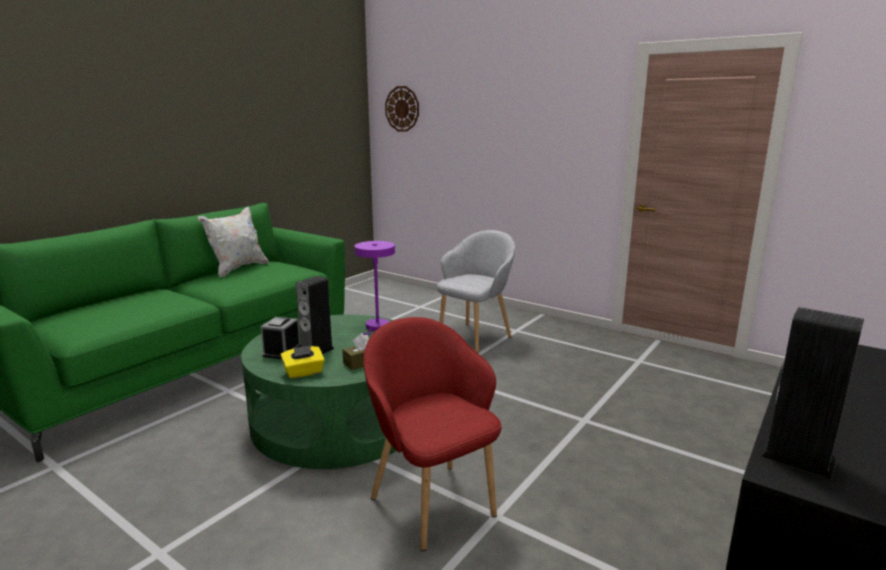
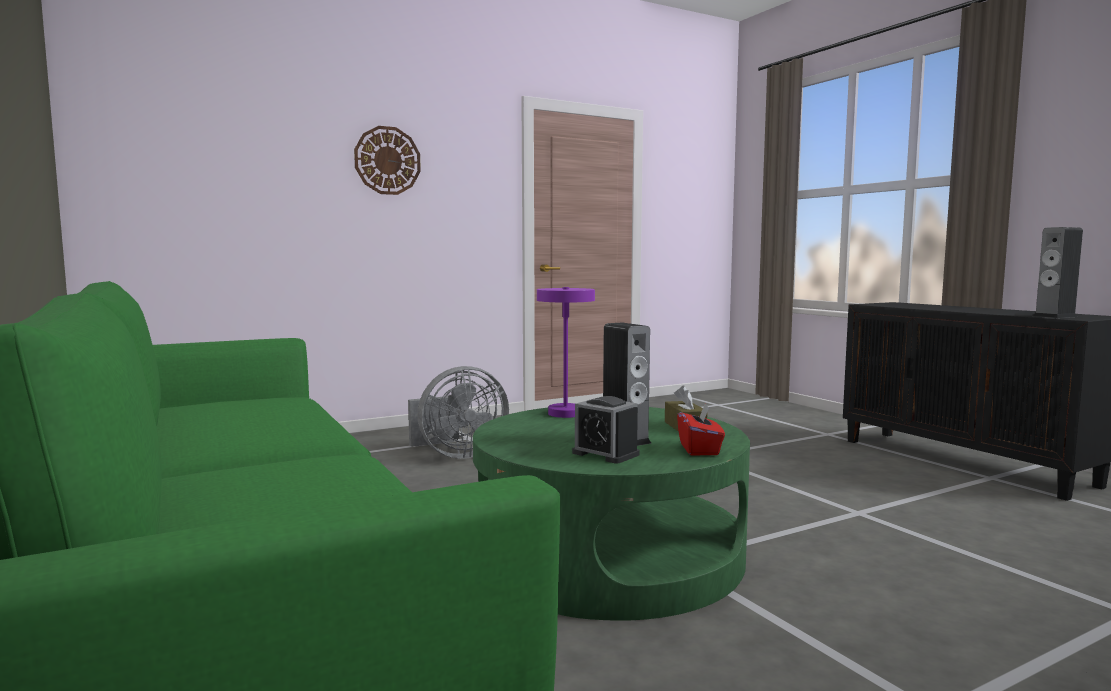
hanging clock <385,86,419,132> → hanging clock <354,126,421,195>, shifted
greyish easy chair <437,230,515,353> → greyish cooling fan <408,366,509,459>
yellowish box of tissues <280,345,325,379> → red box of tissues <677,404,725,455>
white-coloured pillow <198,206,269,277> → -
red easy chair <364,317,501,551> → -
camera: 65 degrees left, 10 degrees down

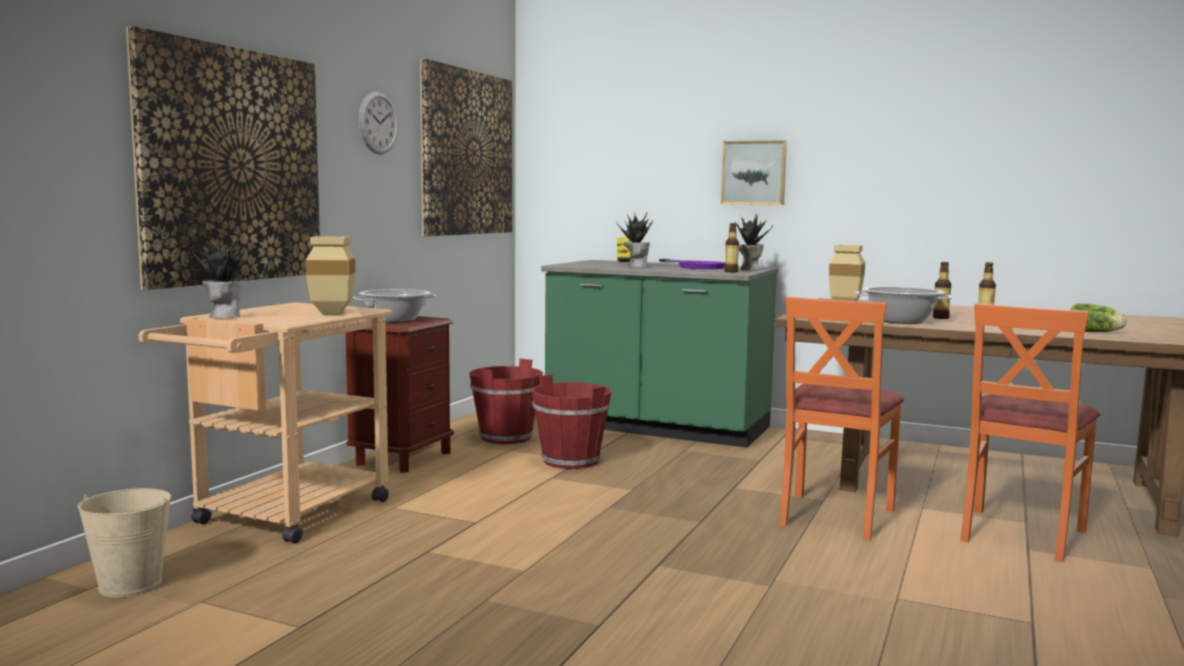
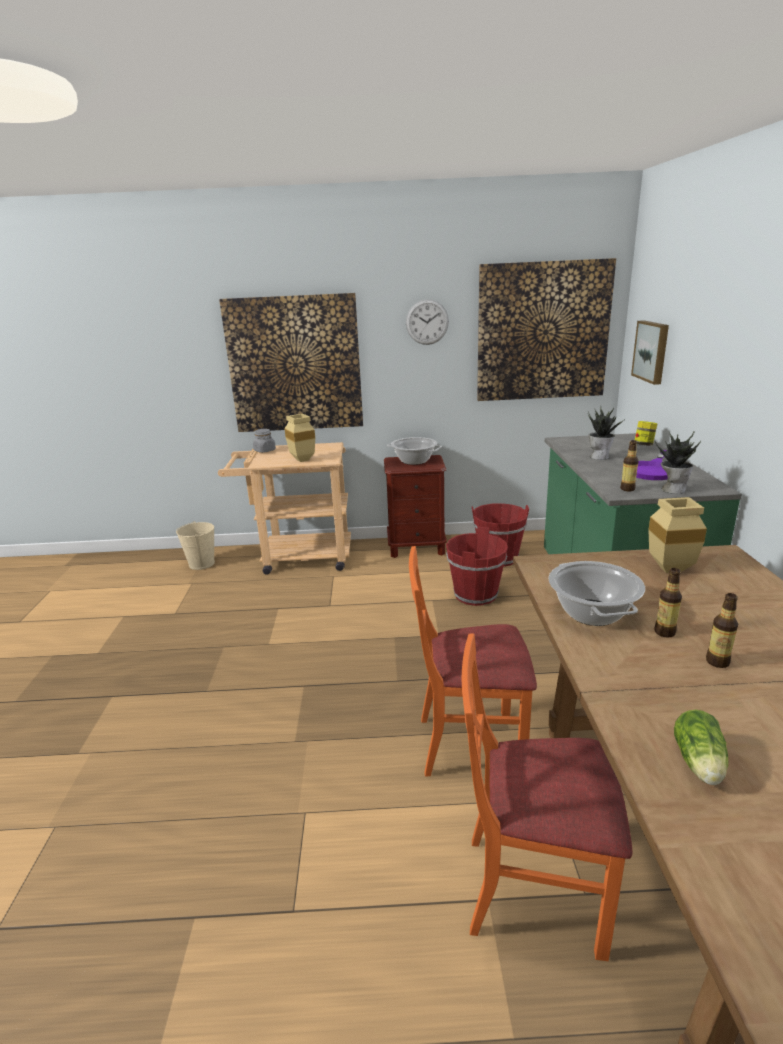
potted plant <192,236,250,318> → greyish preserve jar <253,429,276,453>
wall picture <721,140,787,205> → wall picture <631,320,669,385>, shifted
camera: 65 degrees right, 15 degrees up

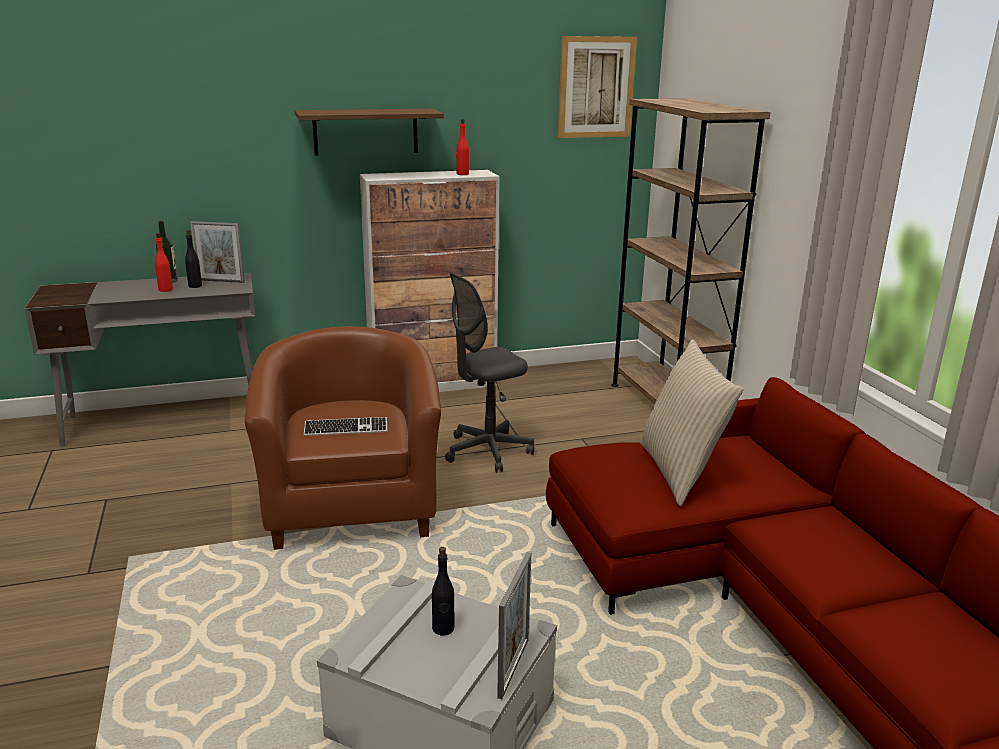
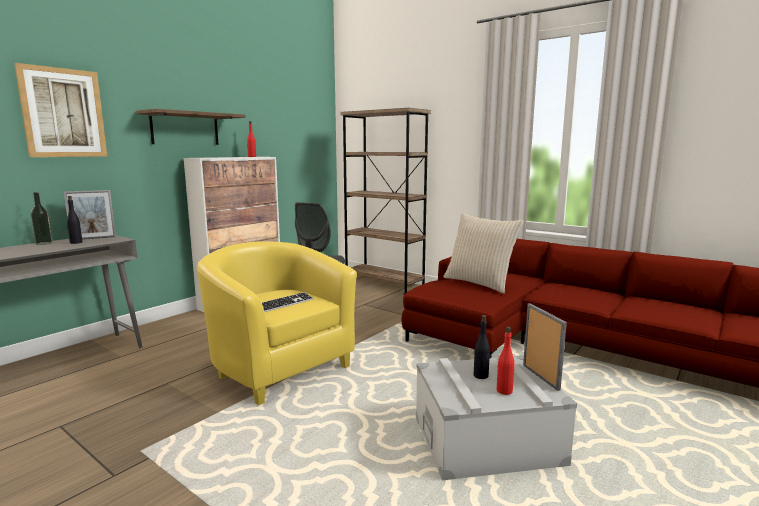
wall picture <558,36,637,138> → wall picture <14,63,107,157>, shifted
brownish easy chair <245,326,441,550> → yellowish easy chair <197,241,357,405>
red drink bottle <155,233,173,292> → red drink bottle <497,327,515,395>, shifted
camera: 35 degrees left, 10 degrees down

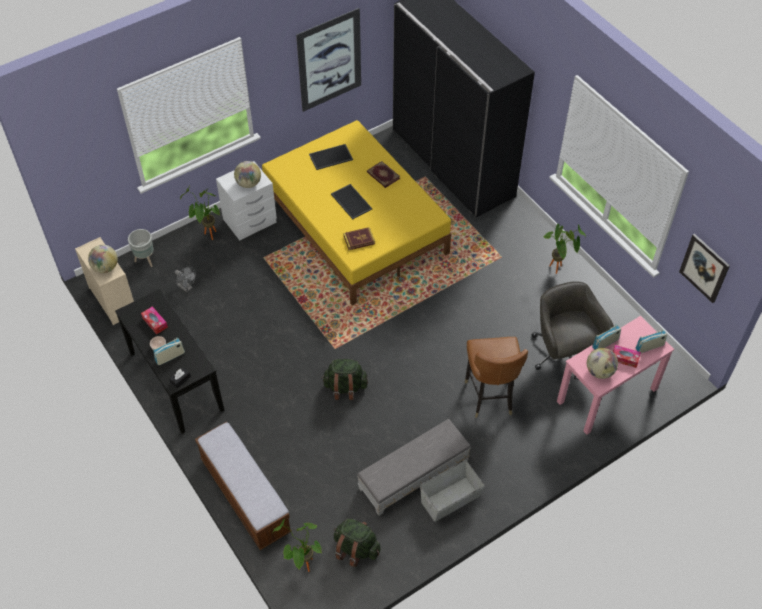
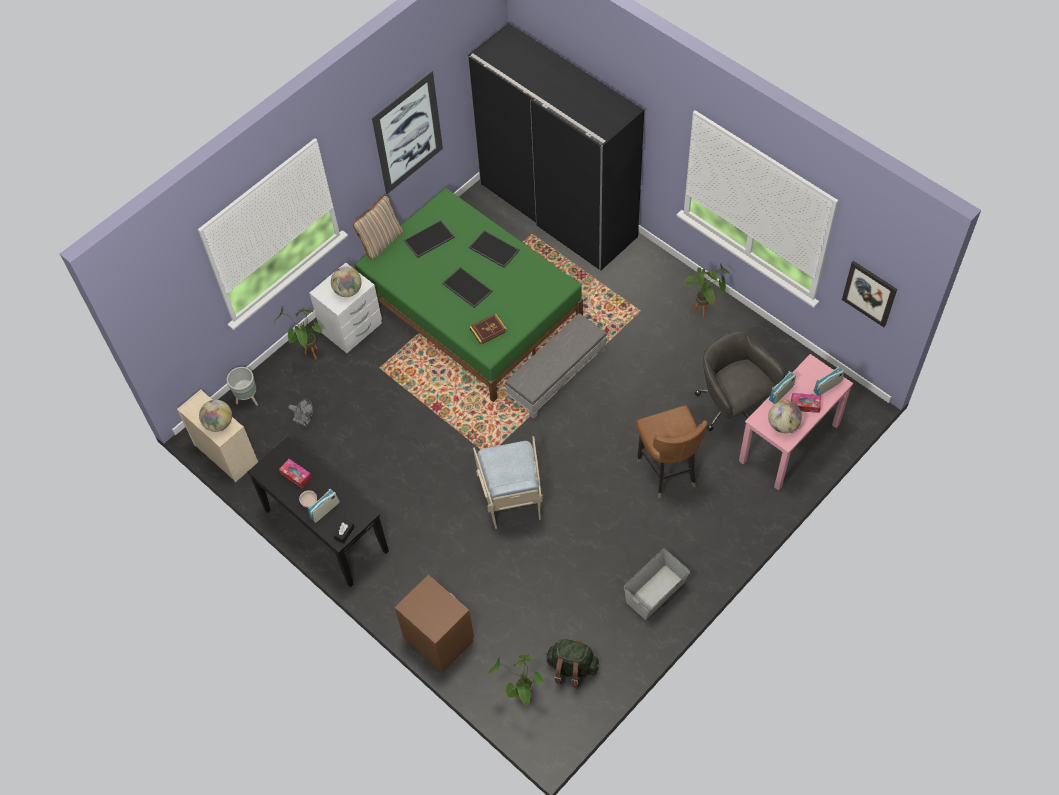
- → beige-coloured pillow <353,196,403,259>
yellowish sleeping bed <262,120,451,306> → greenish sleeping bed <354,188,583,402>
long seat <195,422,292,550> → brownish bedside table <395,575,474,673>
volume <367,161,400,188> → carrying tray <469,230,520,268>
greenish rucksack <322,359,368,400> → beige-coloured easy chair <473,436,543,529>
greyish footrest <357,419,471,516> → greyish footrest <505,313,607,419>, shifted
camera: 10 degrees left, 5 degrees up

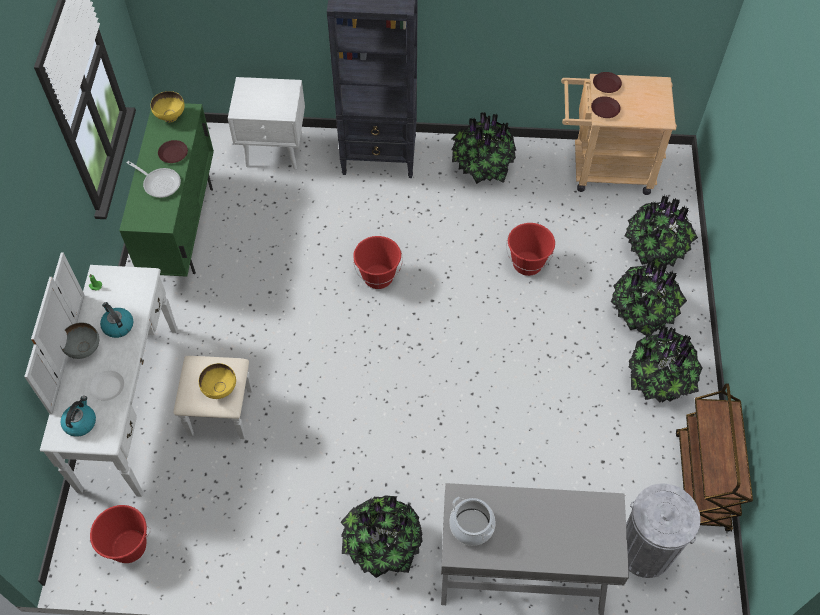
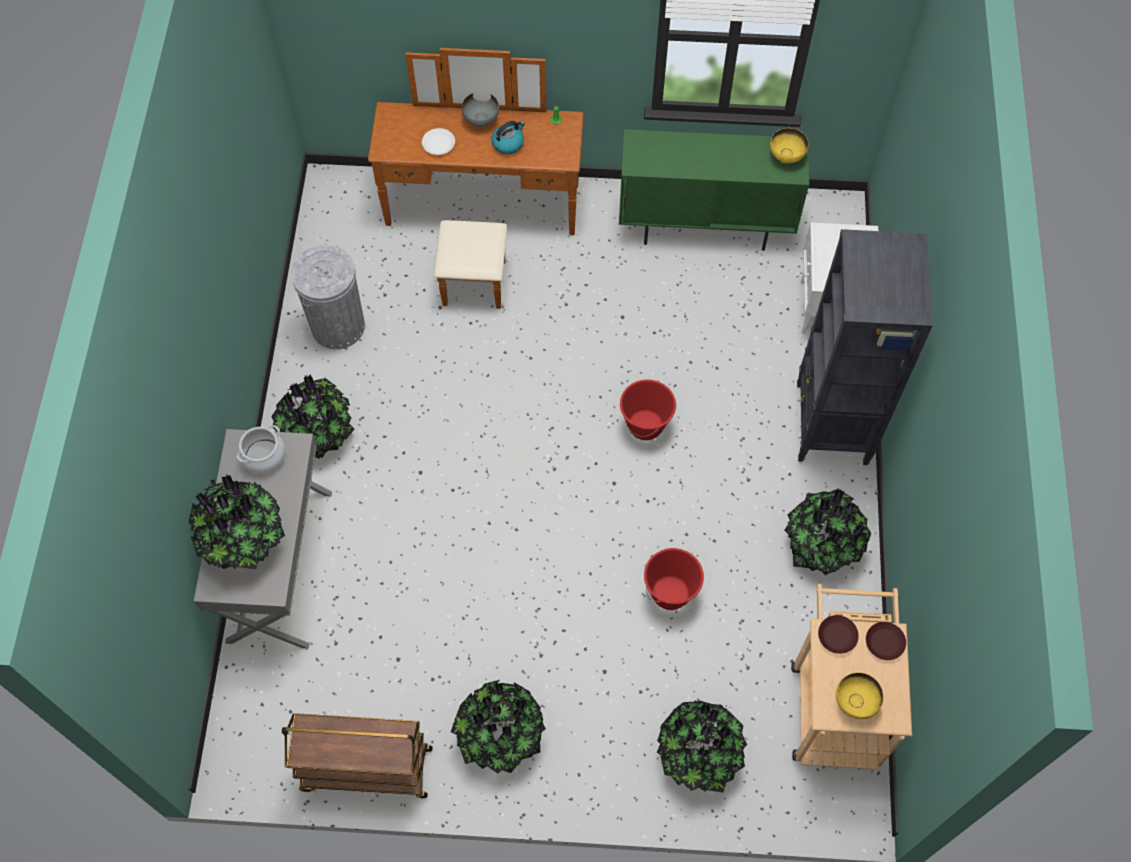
potted plant <611,260,687,335> → potted plant <189,475,285,569>, shifted
greyish trash can <626,484,700,578> → greyish trash can <291,245,365,349>, shifted
white-coloured drawer chest <24,252,253,497> → brownish drawer chest <368,48,584,309>
yellowish deep dish <199,363,236,399> → yellowish deep dish <836,673,884,719>, shifted
water kettle <61,396,96,437> → -
red pail <90,505,151,563> → -
skillet <127,161,181,198> → -
brownish dinner plate <158,140,188,163> → -
camera: 90 degrees right, 5 degrees up

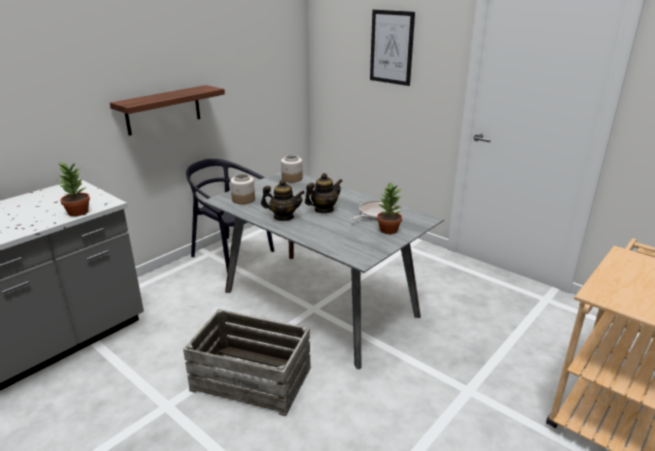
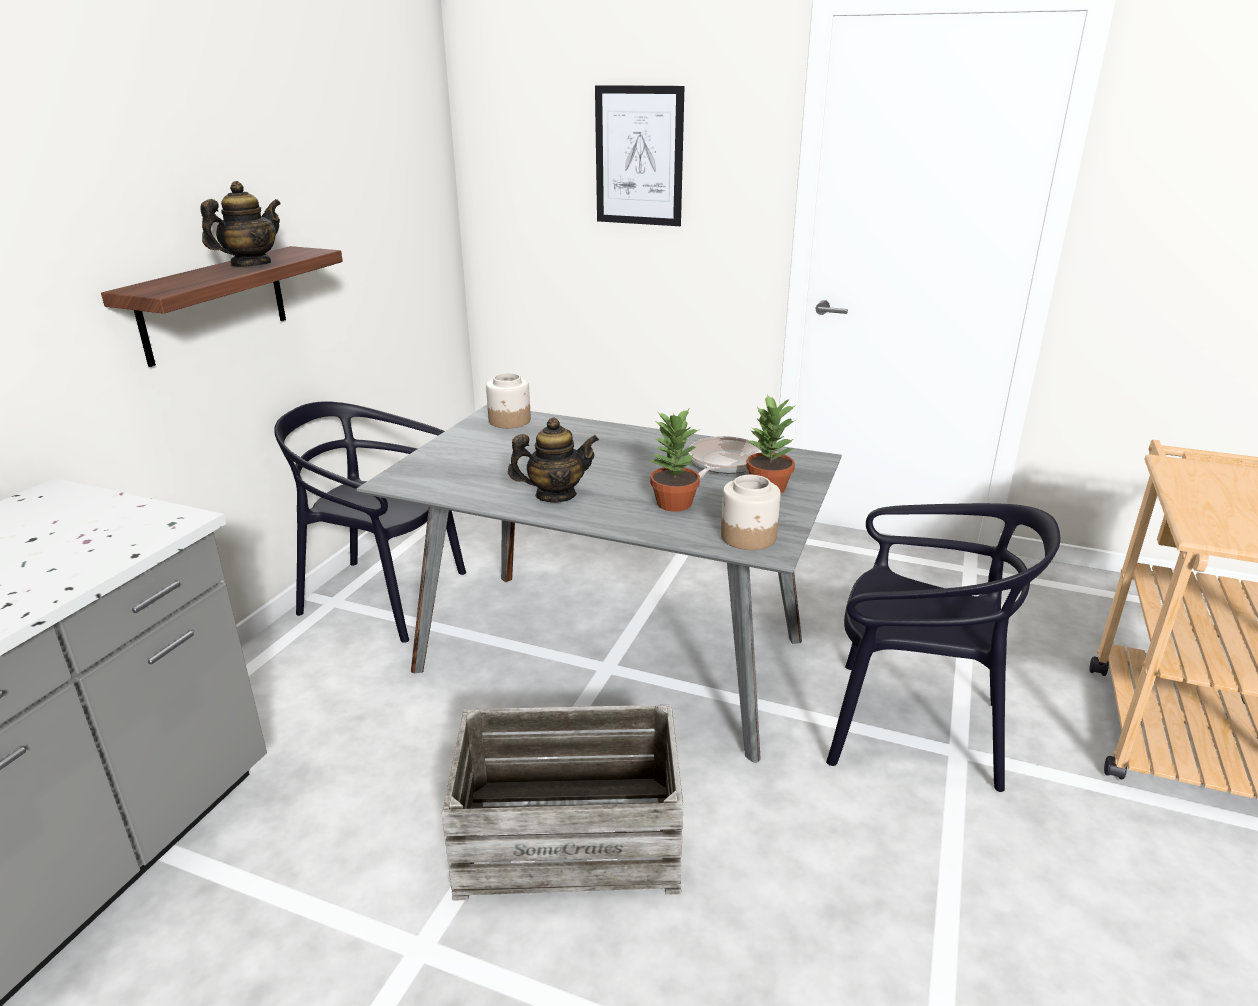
tea pot <305,173,342,213> → tea pot <200,181,281,267>, shifted
potted plant <58,162,90,216> → potted plant <650,409,700,512>, shifted
preserve jar <230,174,255,204> → preserve jar <721,475,781,550>, shifted
- → blackish chair <826,503,1060,792>
camera: 20 degrees left, 0 degrees up

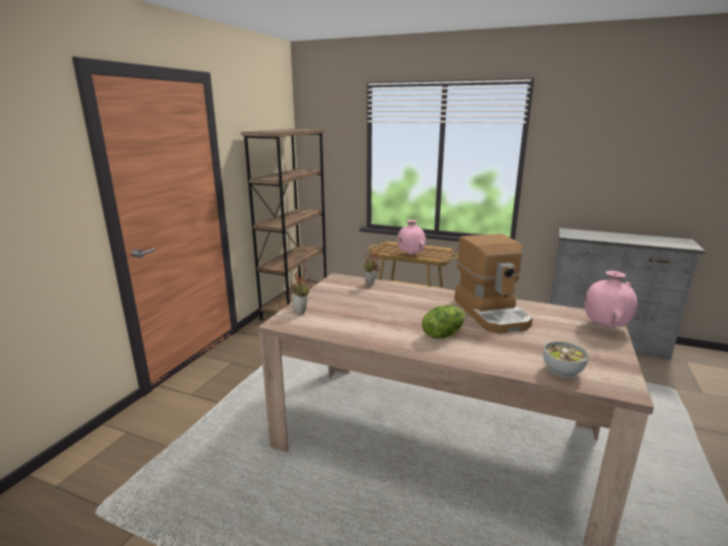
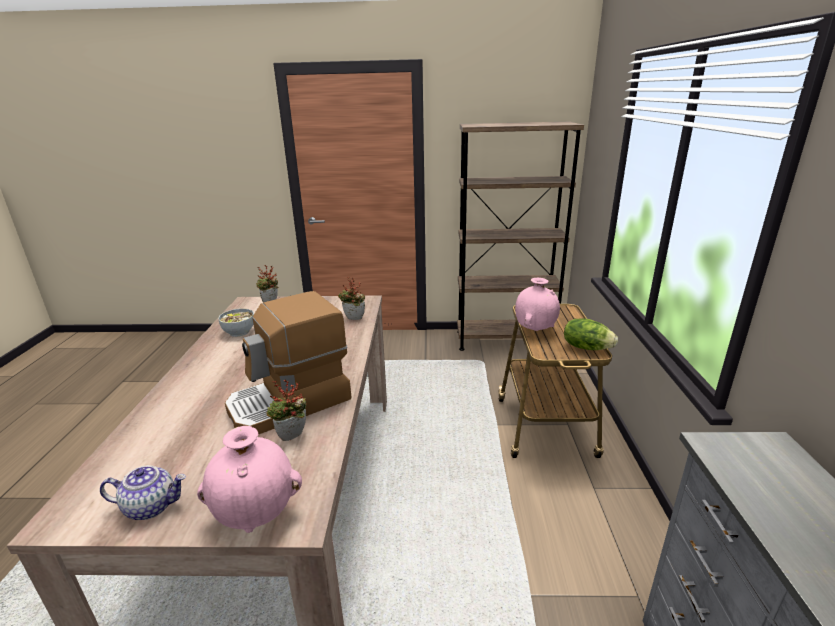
- → tea pot <100,465,186,520>
deep dish <543,341,589,378> → deep dish <218,308,254,337>, shifted
- → potted plant <266,379,306,441>
head of lettuce <422,305,466,339> → head of lettuce <564,319,618,350>, shifted
camera: 70 degrees right, 5 degrees up

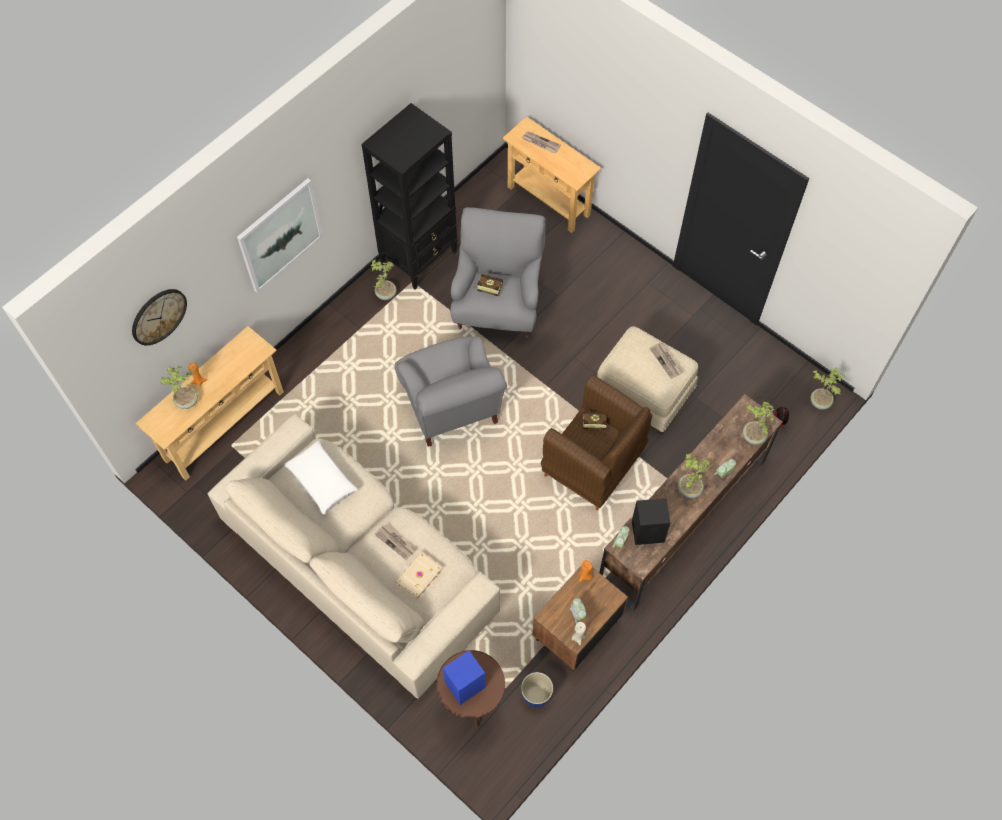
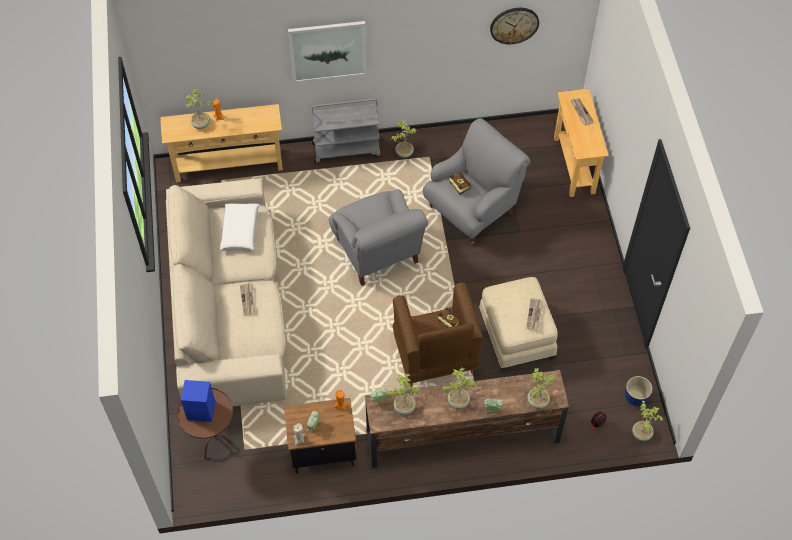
- → greyish trolley <311,99,381,164>
greyish easy chair <395,336,507,447> → greyish easy chair <329,189,428,286>, 45 degrees counterclockwise
blackish speaker <632,498,671,545> → potted plant <386,374,420,415>
hanging clock <132,289,187,345> → hanging clock <490,8,539,44>, shifted
plant pot <521,672,553,708> → plant pot <625,376,653,406>, shifted
blackish shelving unit <361,103,458,289> → -
beige-coloured volume <395,551,443,600> → -
camera: 40 degrees right, 5 degrees down

